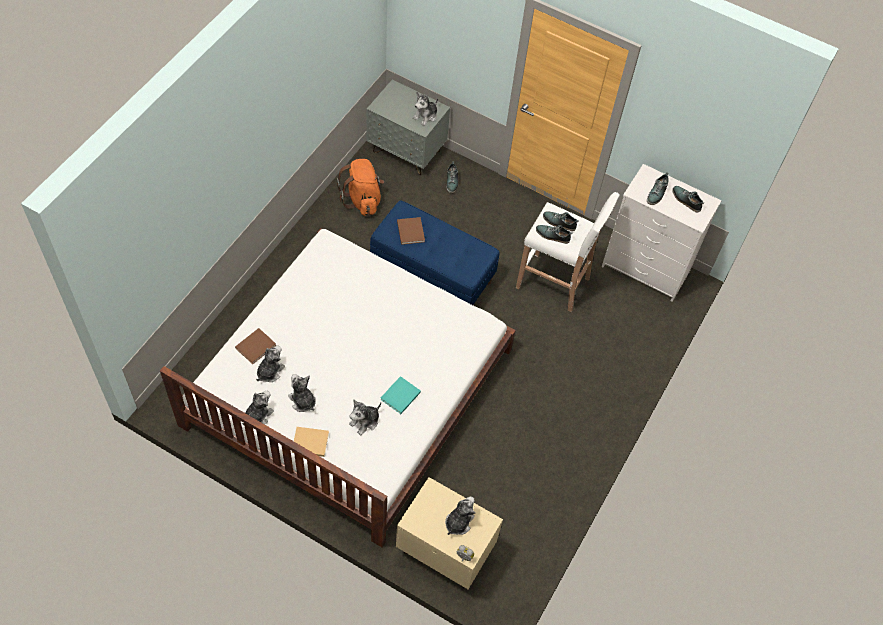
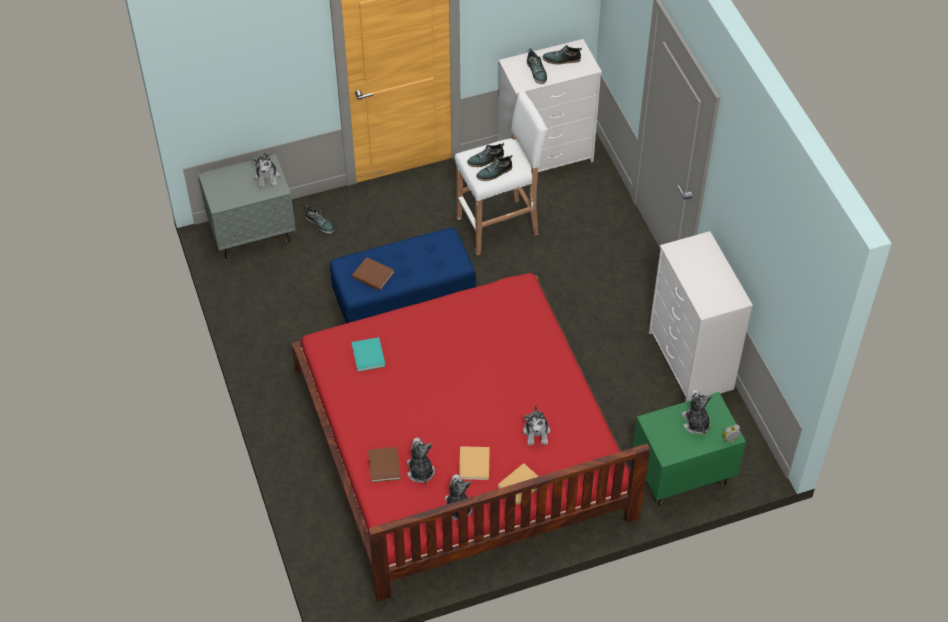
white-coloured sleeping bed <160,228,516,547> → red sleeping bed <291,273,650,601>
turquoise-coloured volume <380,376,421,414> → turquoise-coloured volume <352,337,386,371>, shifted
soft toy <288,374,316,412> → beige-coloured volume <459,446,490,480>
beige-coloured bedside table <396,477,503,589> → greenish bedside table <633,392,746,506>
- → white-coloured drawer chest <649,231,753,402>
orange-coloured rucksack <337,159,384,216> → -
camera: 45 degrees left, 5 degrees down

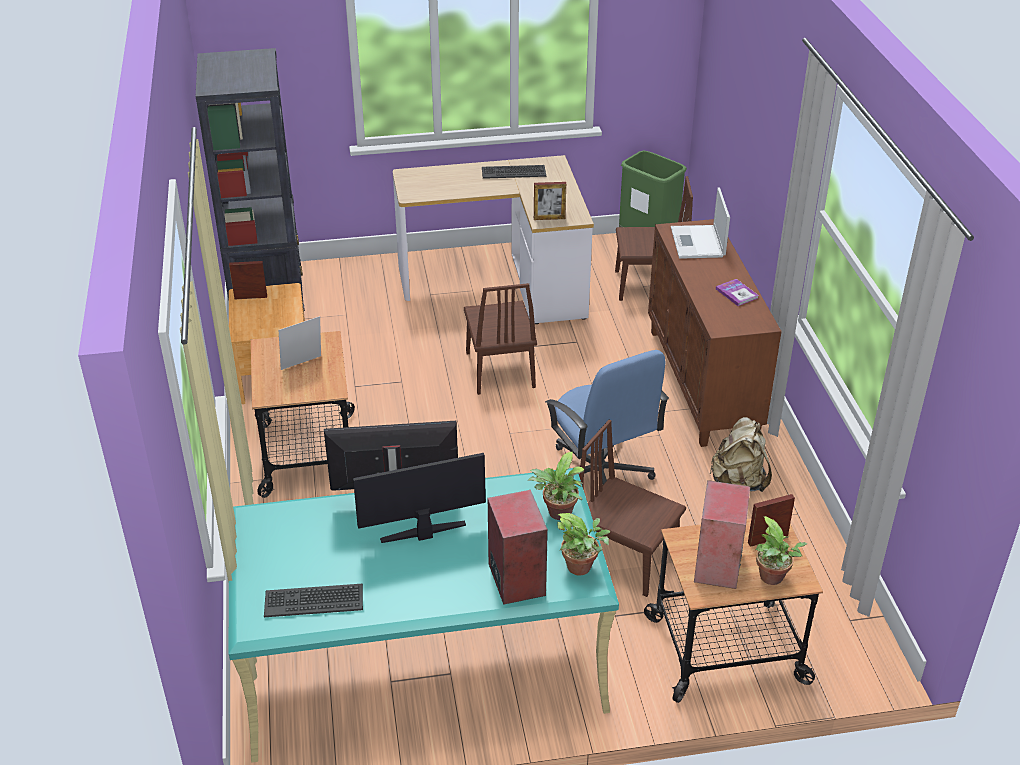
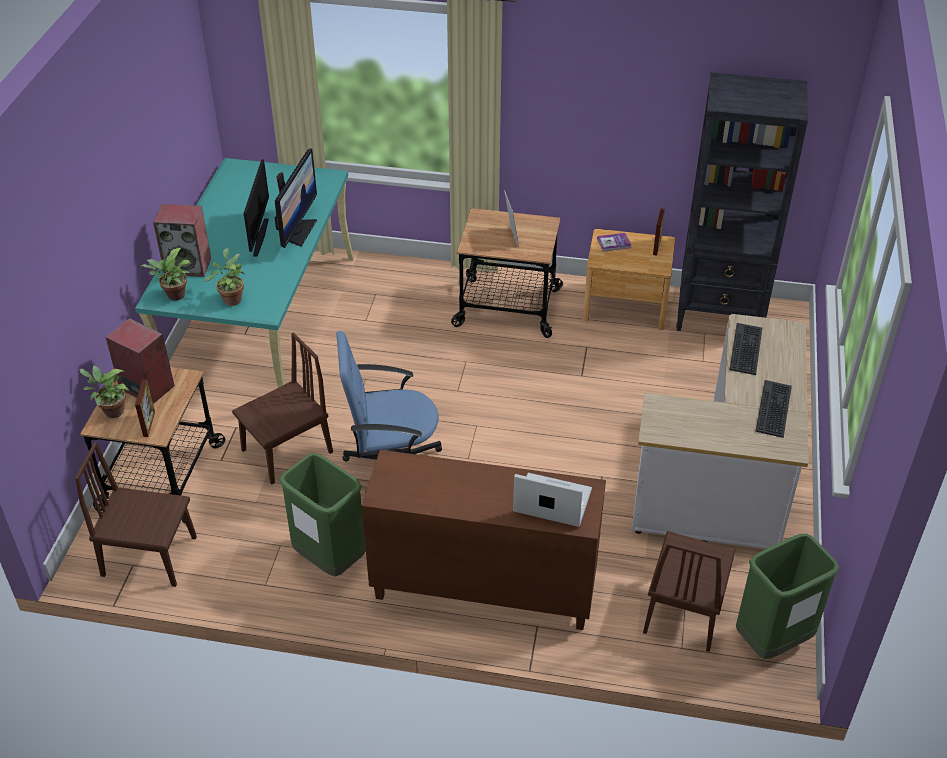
brownish chair <464,283,537,395> → brownish chair <75,442,197,587>, shifted
beige-coloured rucksack <709,417,772,492> → greenish trash can <279,453,366,577>
volume <716,279,759,306> → volume <597,233,632,252>, shifted
keyboard <264,584,363,617> → keyboard <730,323,762,375>, shifted
photo frame <534,182,566,220> → -
camera: 110 degrees right, 5 degrees up

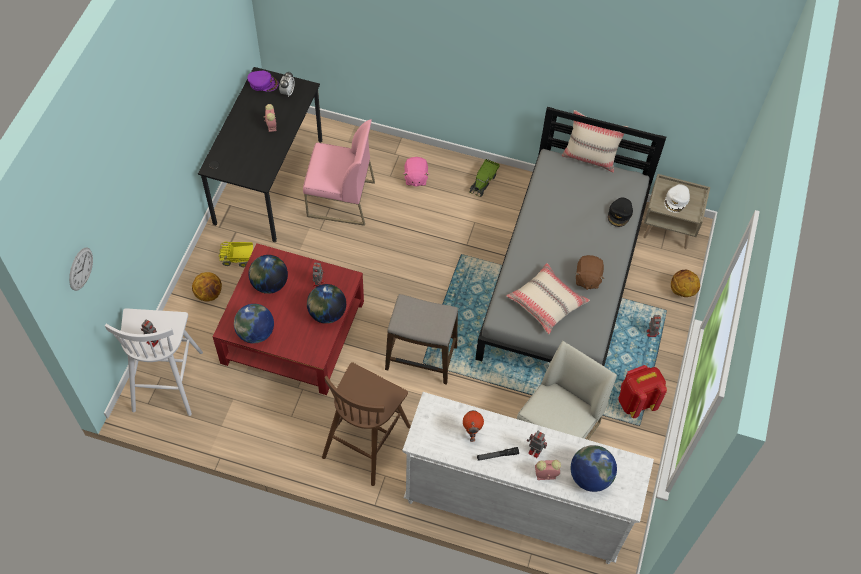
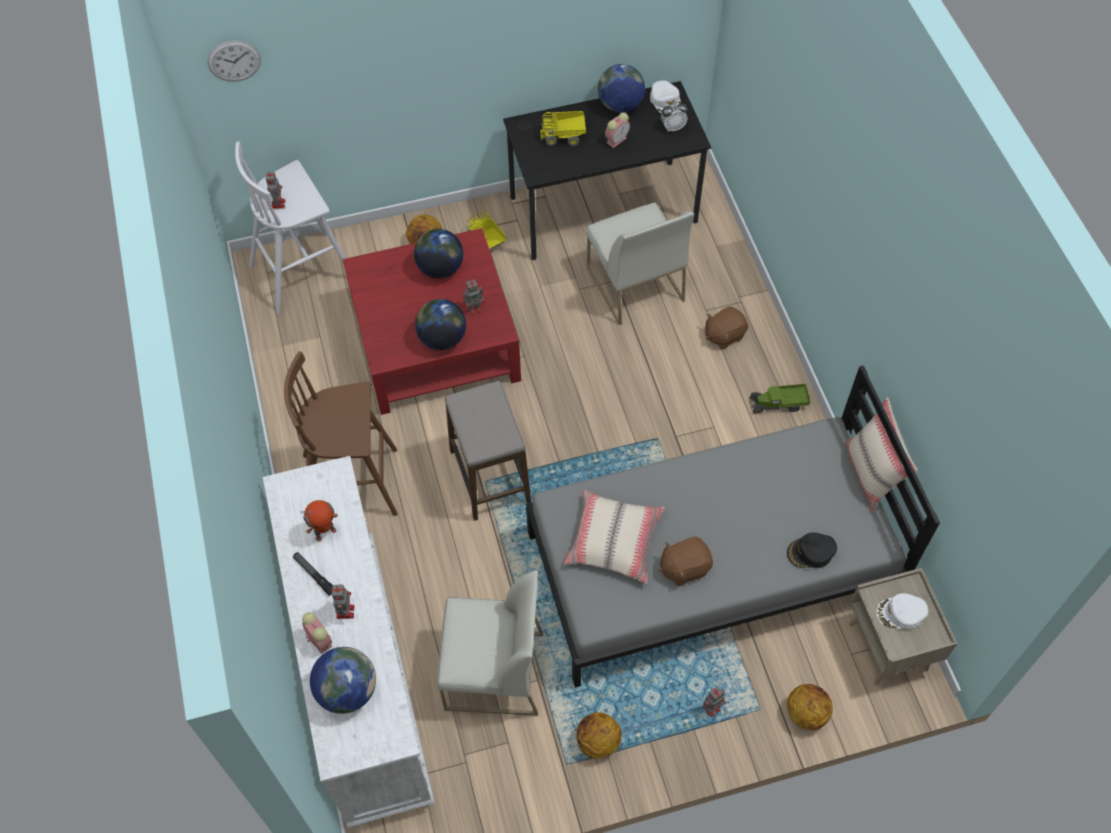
- → toy truck <540,111,586,146>
red rucksack <618,365,667,418> → ball for basketball <577,712,621,758>
pinkish chair <303,120,375,226> → white-coloured chair <586,202,694,325>
world globe <234,304,274,343> → world globe <598,64,645,113>, shifted
purple-coloured peaked cap <247,71,279,91> → white-coloured peaked cap <650,80,681,114>
pinkish soft toy <404,157,429,187> → brownish soft toy <705,306,748,350>
camera: 60 degrees right, 0 degrees up

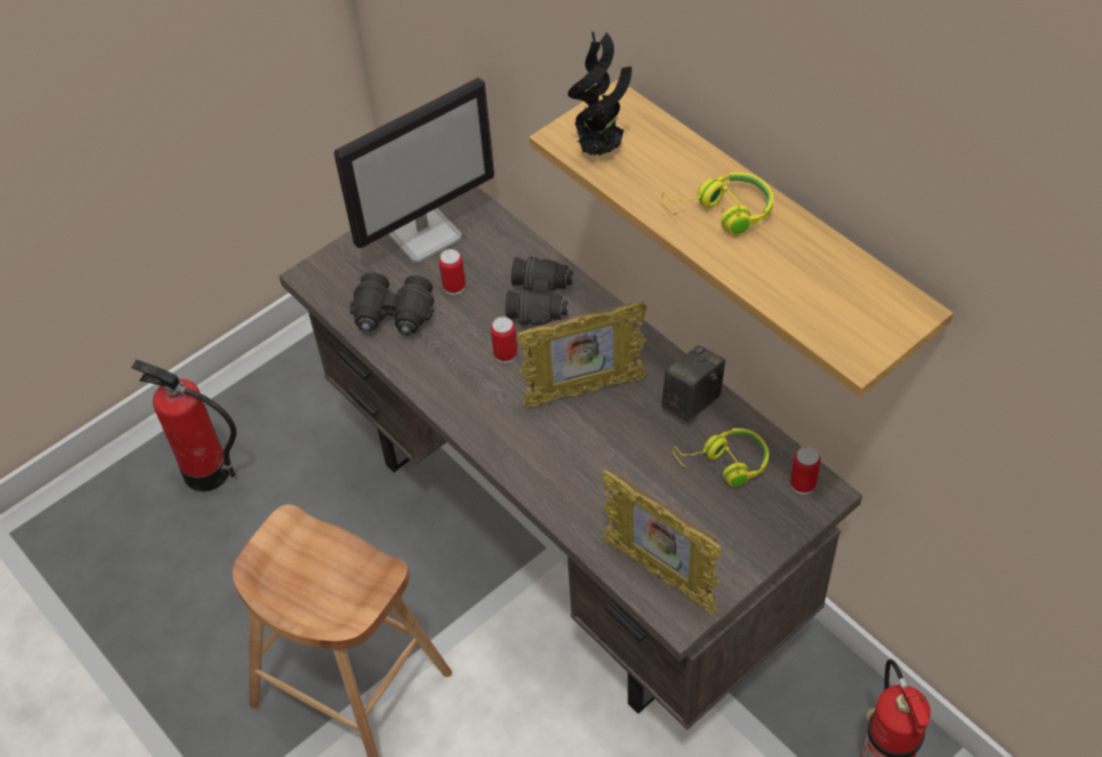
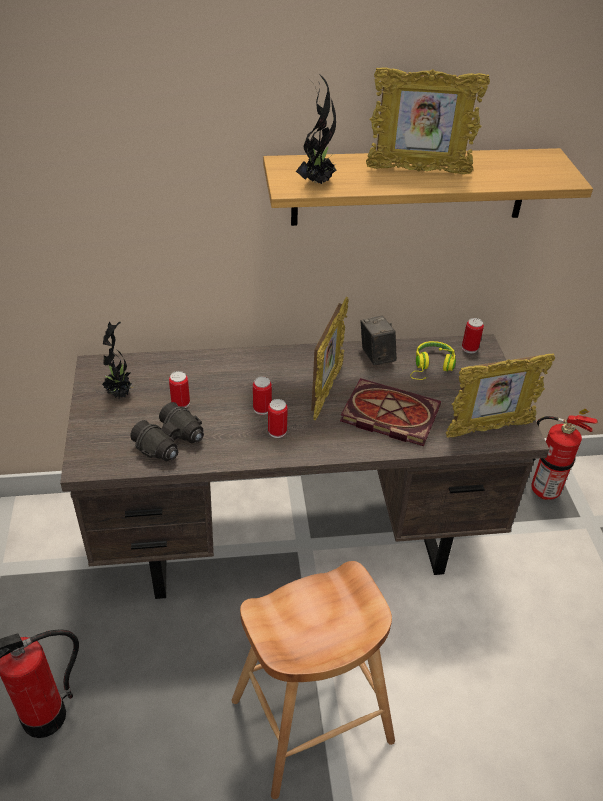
monitor <334,78,494,263> → potted plant <102,322,135,398>
- → metal can <268,399,288,438>
- → volume <340,378,441,446>
yellowish headset <662,172,774,235> → photo frame <366,67,490,174>
blackish pair of binoculars <506,257,574,325> → -
camera: 60 degrees left, 10 degrees down

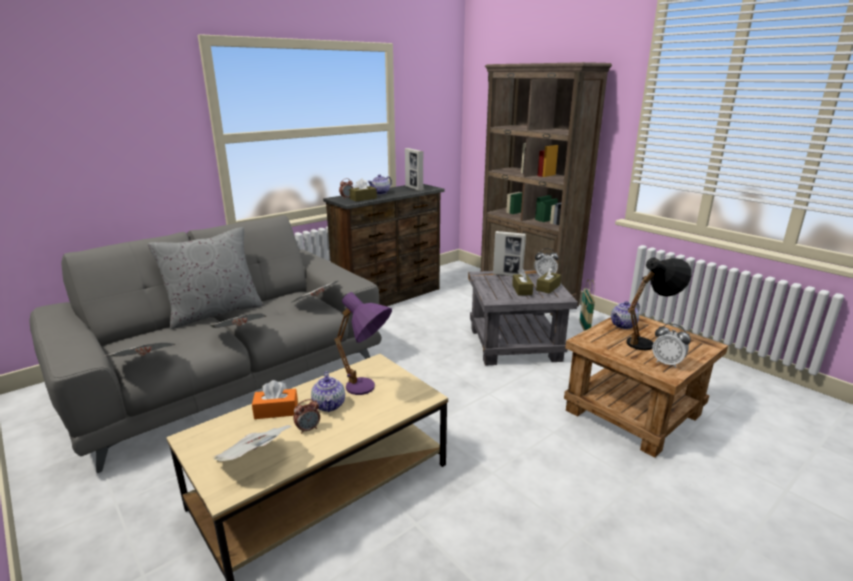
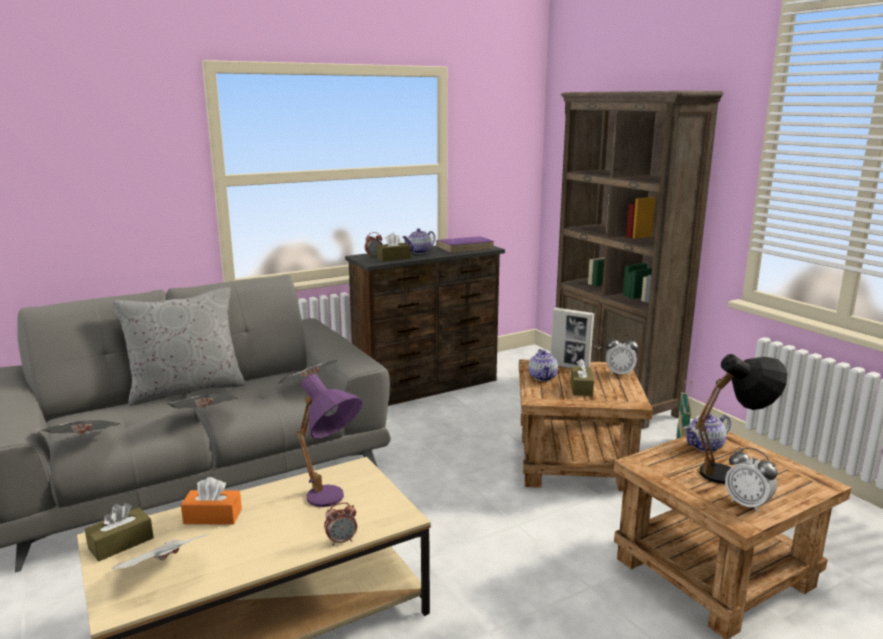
brownish box of tissues <536,266,561,294> → brownish box of tissues <85,503,154,561>, shifted
alarm clock <293,399,320,434> → alarm clock <324,502,357,546>, shifted
photo frame <405,148,424,191> → purple-coloured volume <436,236,495,253>
greyish end table <468,270,578,366> → brownish end table <519,359,653,491>
tea pot <311,371,345,412> → tea pot <528,349,558,381>, shifted
camera: 10 degrees right, 5 degrees down

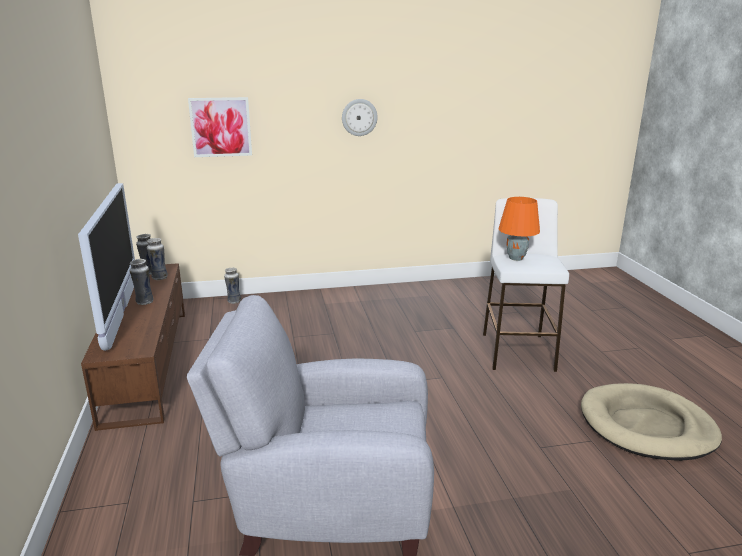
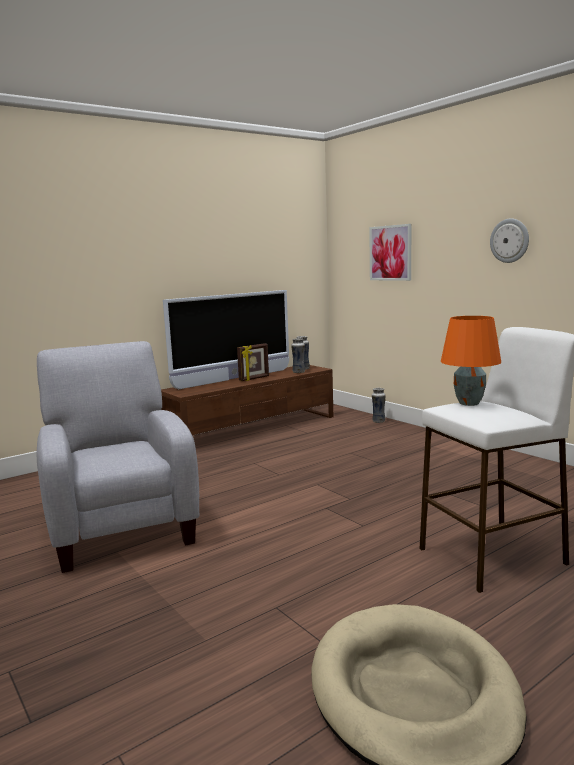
flower vase <130,259,154,305> → photo frame <237,343,269,381>
camera: 65 degrees right, 10 degrees down

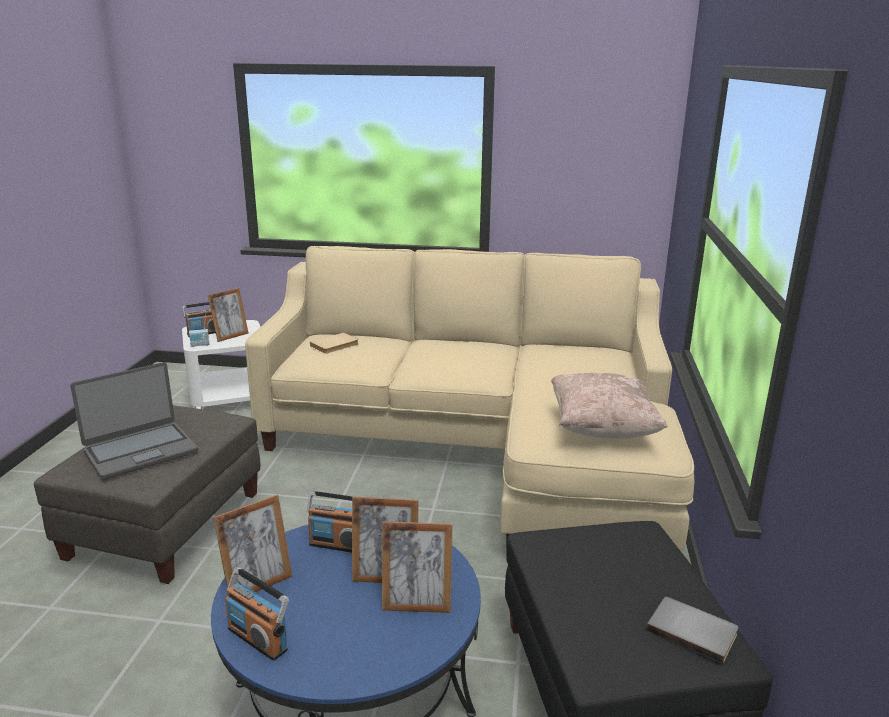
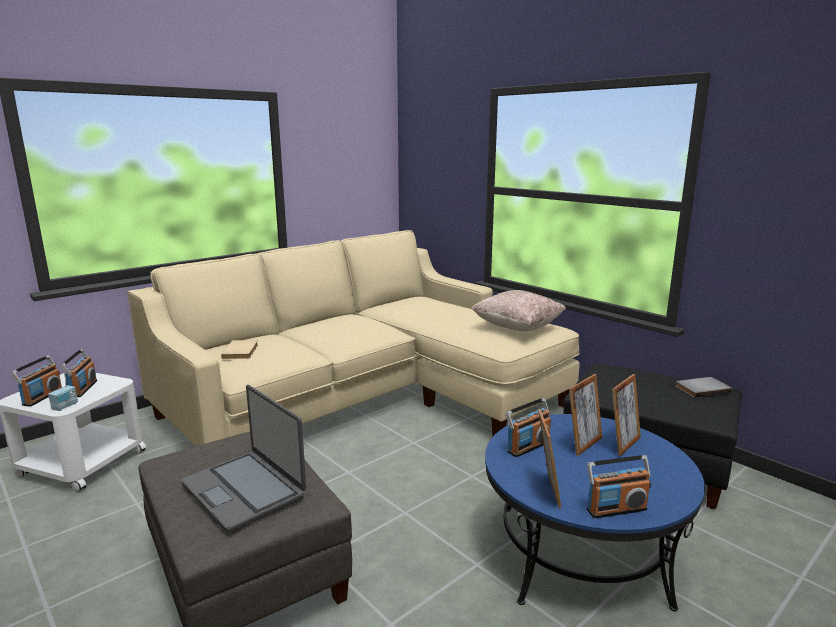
photo frame <208,288,249,342> → radio set <60,349,97,397>
notebook computer <70,362,198,480> → notebook computer <181,385,306,533>, 135 degrees clockwise
camera: 50 degrees left, 5 degrees down

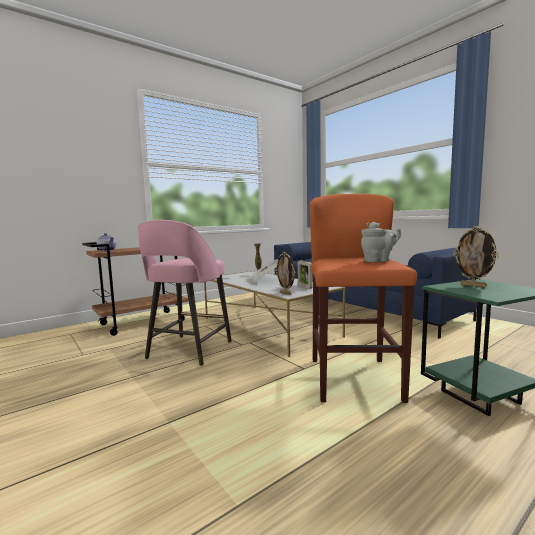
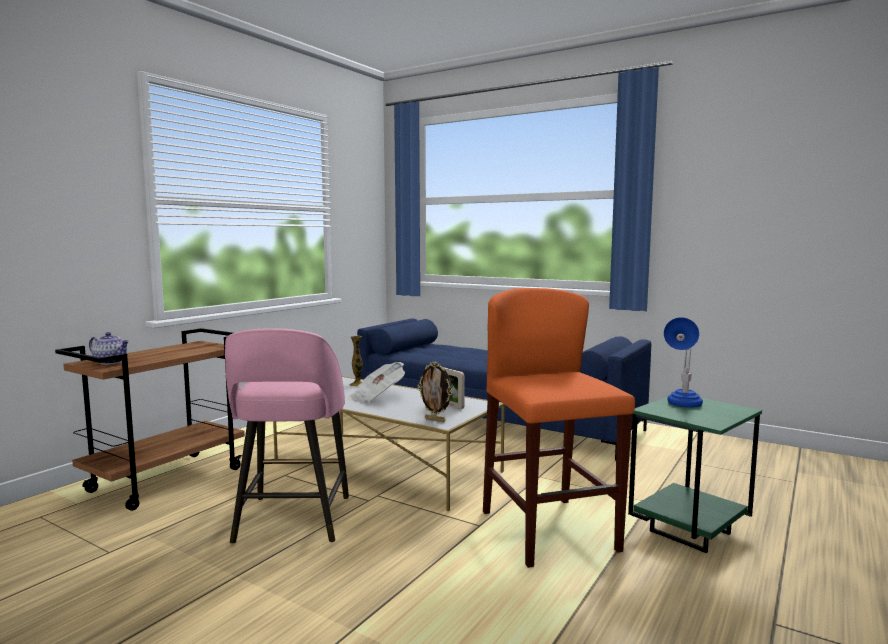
photo frame <453,226,499,287> → blue-coloured lamp for a table <664,317,703,408>
greyish tea pot <361,222,401,262> → -
camera: 20 degrees left, 0 degrees up

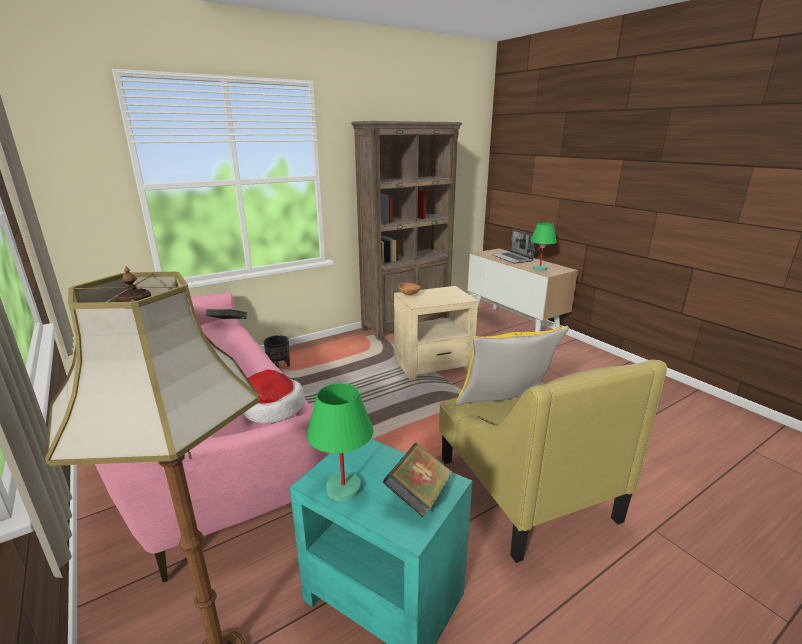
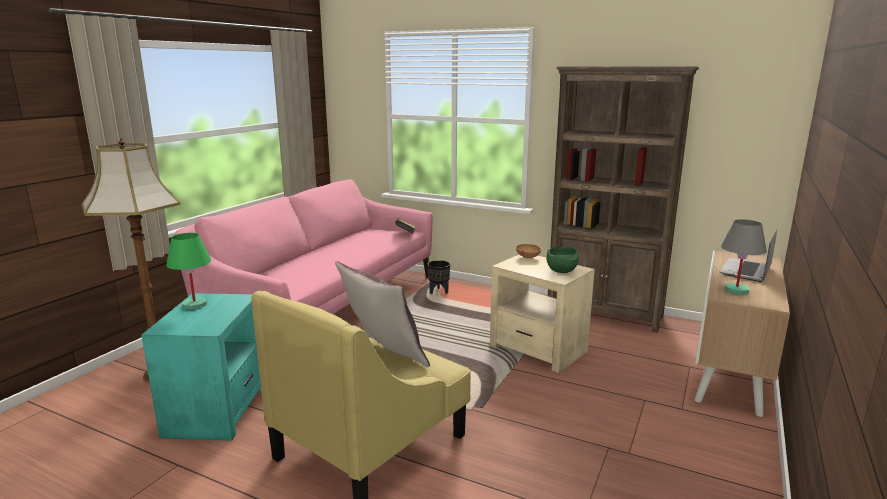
yellowish pillow <455,326,569,406> → greyish pillow <335,261,430,367>
- → greenish deep dish <546,246,579,273>
greenish lamp for a table <530,223,557,271> → greyish lamp for a table <721,219,767,295>
clothing hat <243,369,305,423> → -
volume <383,443,452,517> → -
camera: 60 degrees right, 5 degrees down

